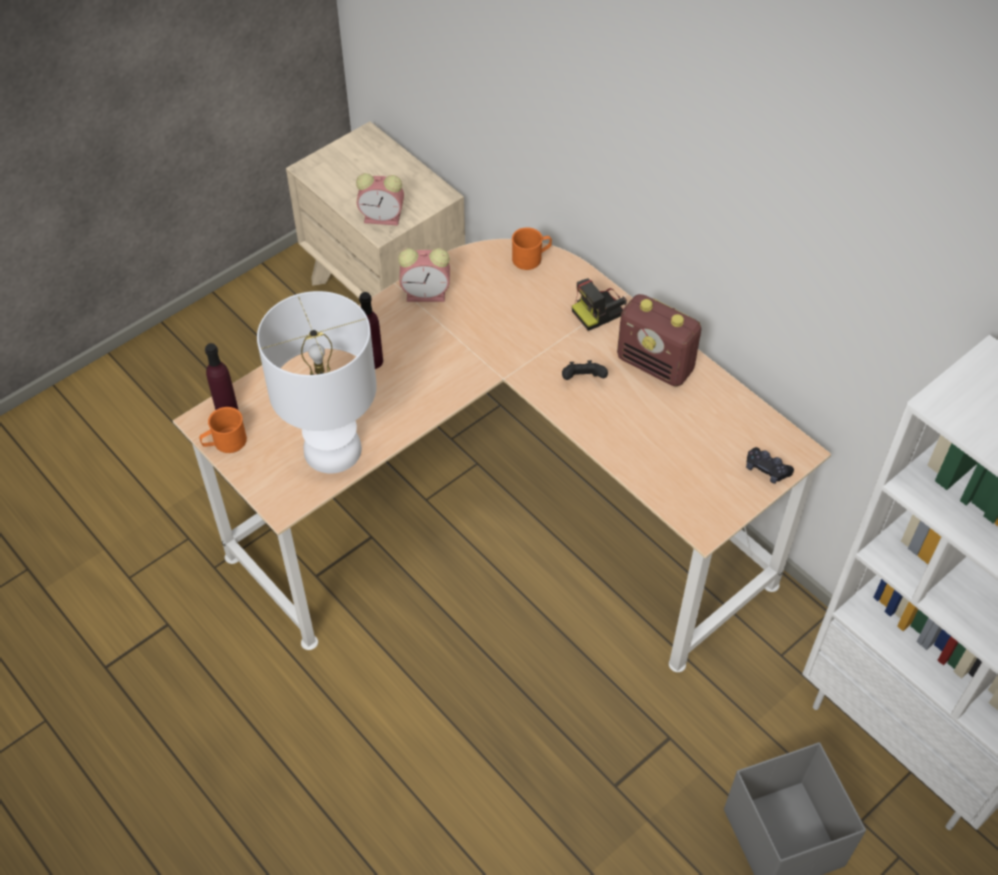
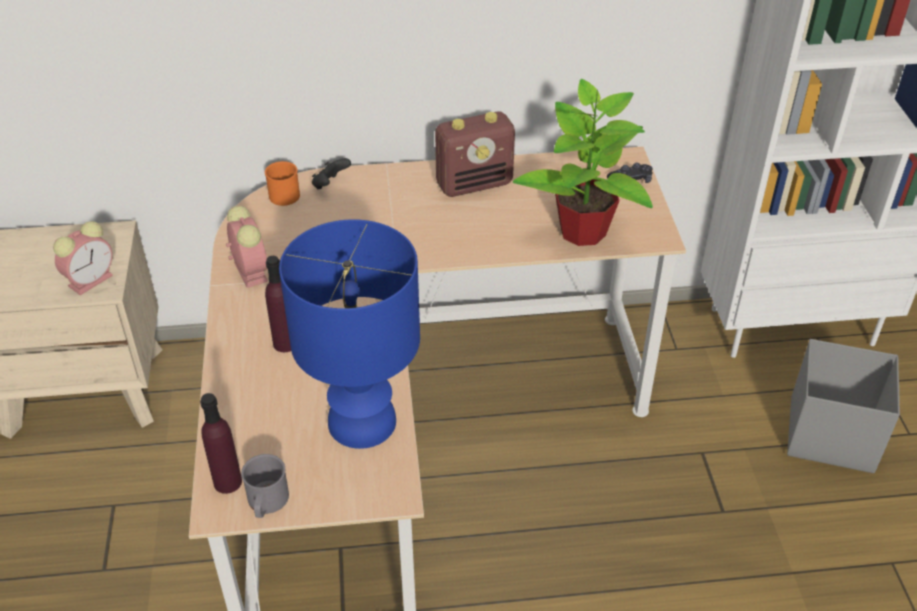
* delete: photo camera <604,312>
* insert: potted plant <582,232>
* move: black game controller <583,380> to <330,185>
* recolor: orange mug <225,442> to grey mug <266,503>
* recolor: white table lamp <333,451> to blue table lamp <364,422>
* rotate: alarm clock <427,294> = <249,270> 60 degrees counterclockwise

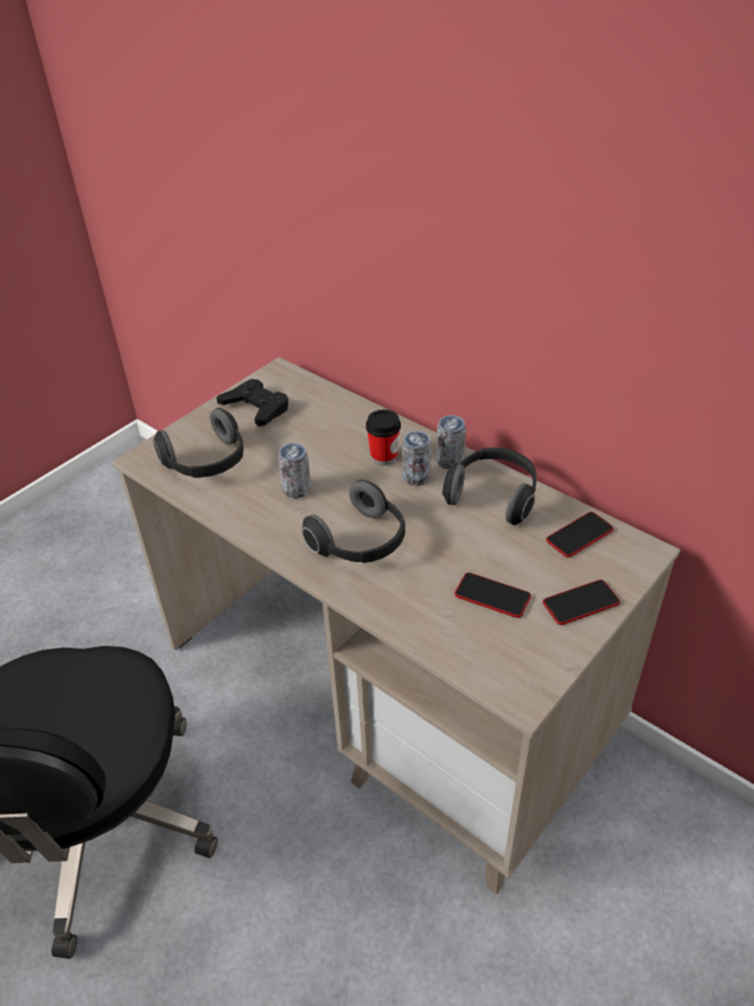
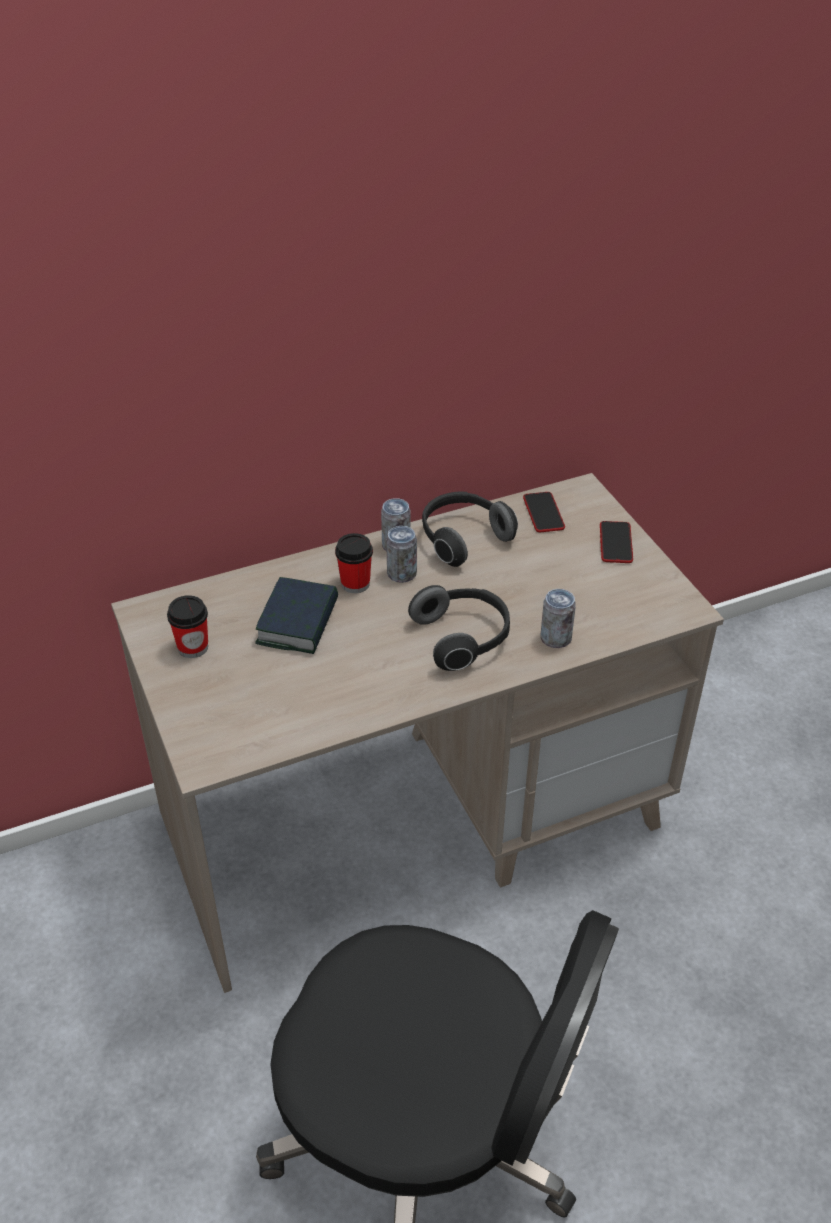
* delete: headphones <207,463>
* delete: phone <492,596>
* insert: book <298,622>
* move: can <297,489> to <555,638>
* replace: black game controller <256,408> to cup <193,647>

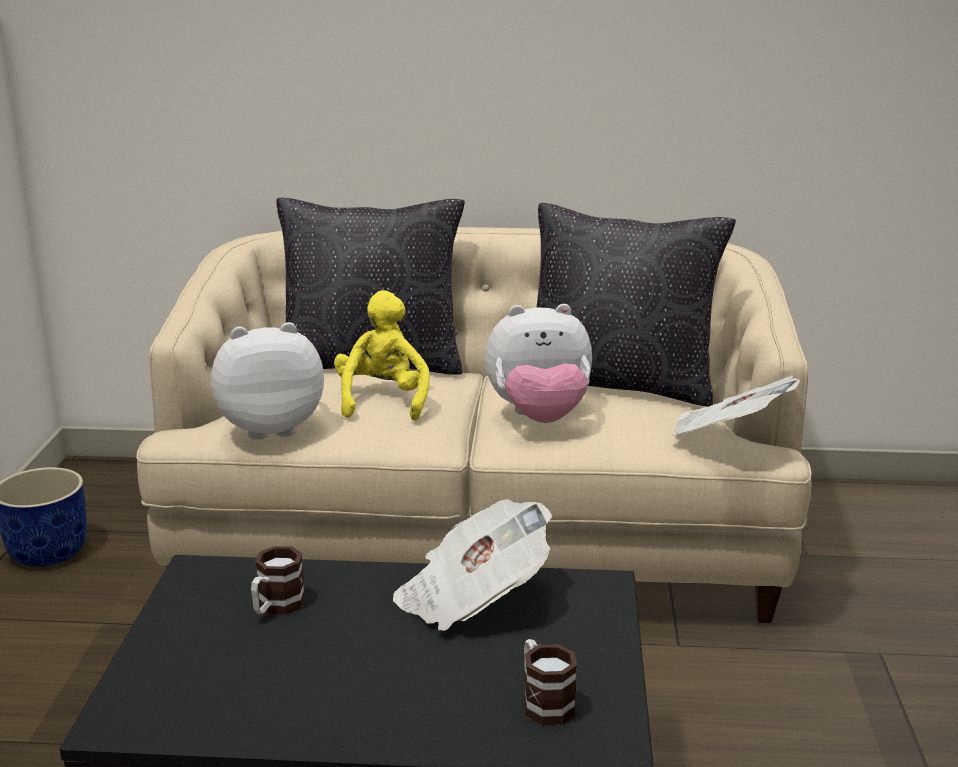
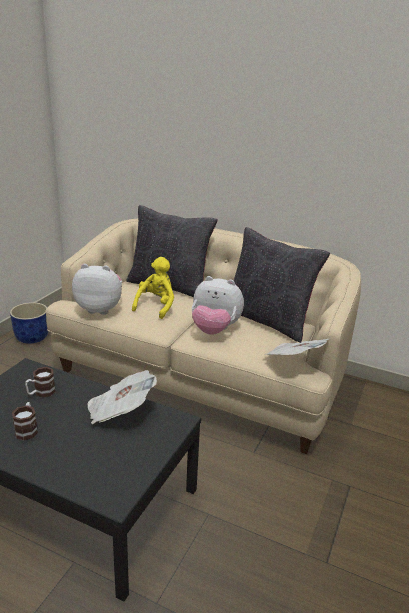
* move: mug <543,702> to <27,429>

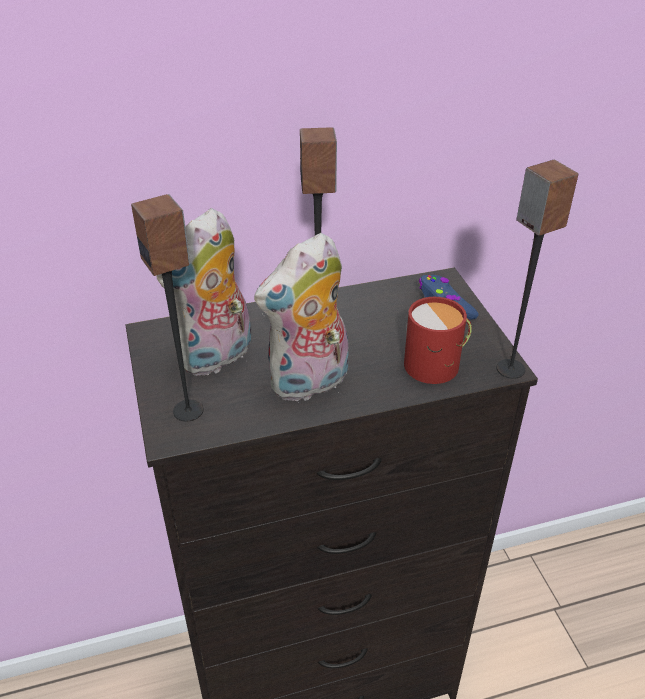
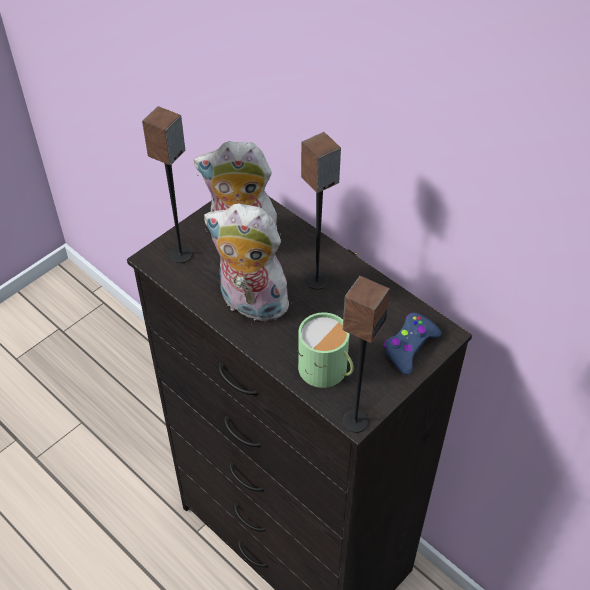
* recolor: red mug <437,364> to green mug <326,371>

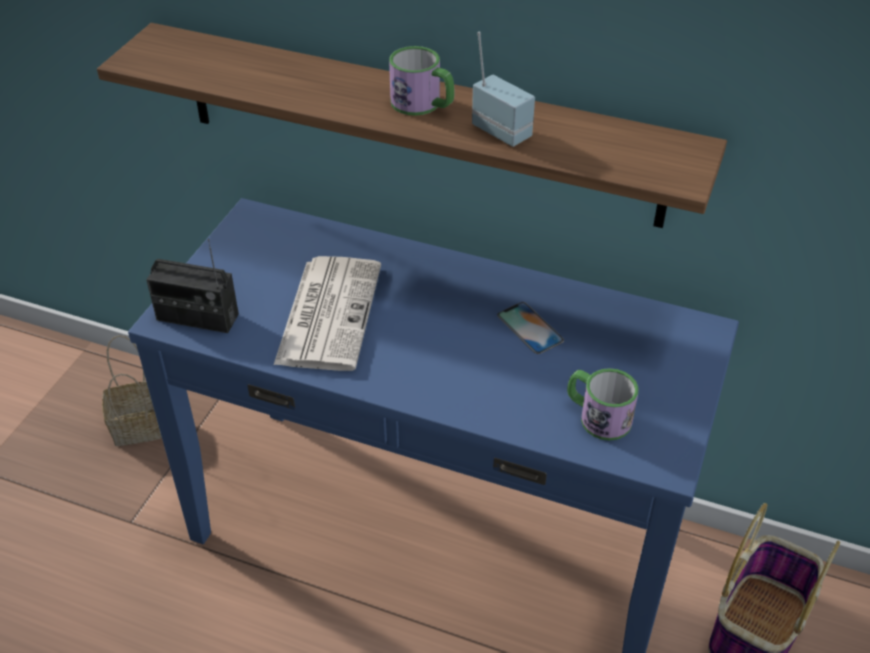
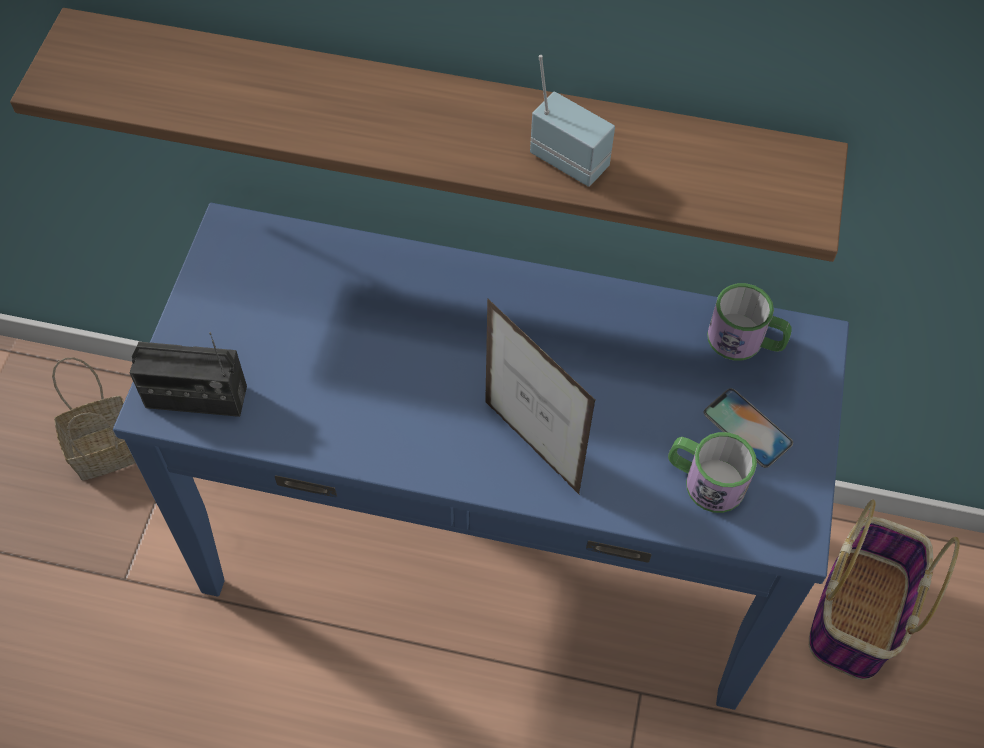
* delete: newspaper <328,312>
* insert: picture frame <531,447>
* move: mug <423,105> to <745,341>
* move: phone <530,328> to <747,428>

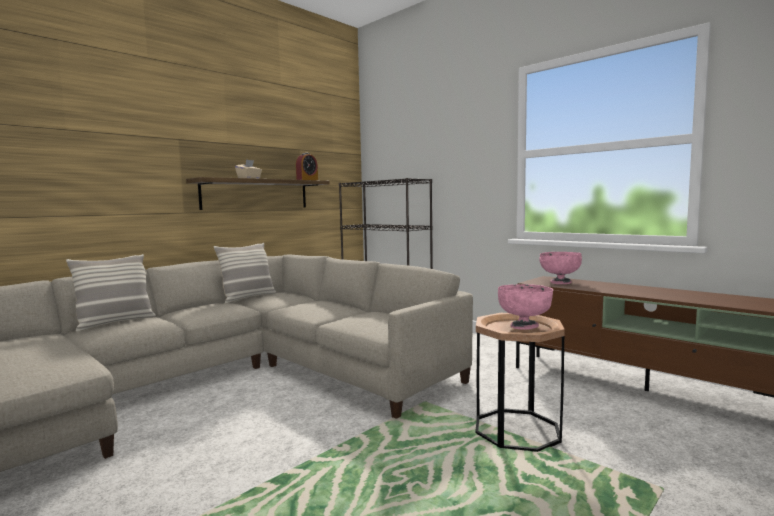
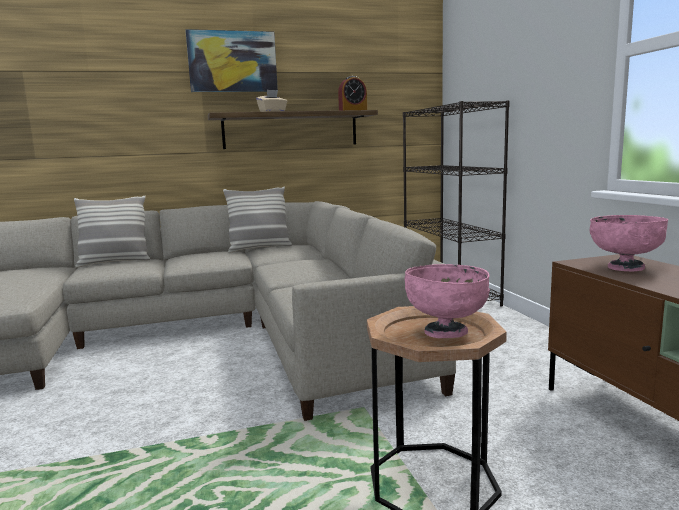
* insert: picture <232,62>

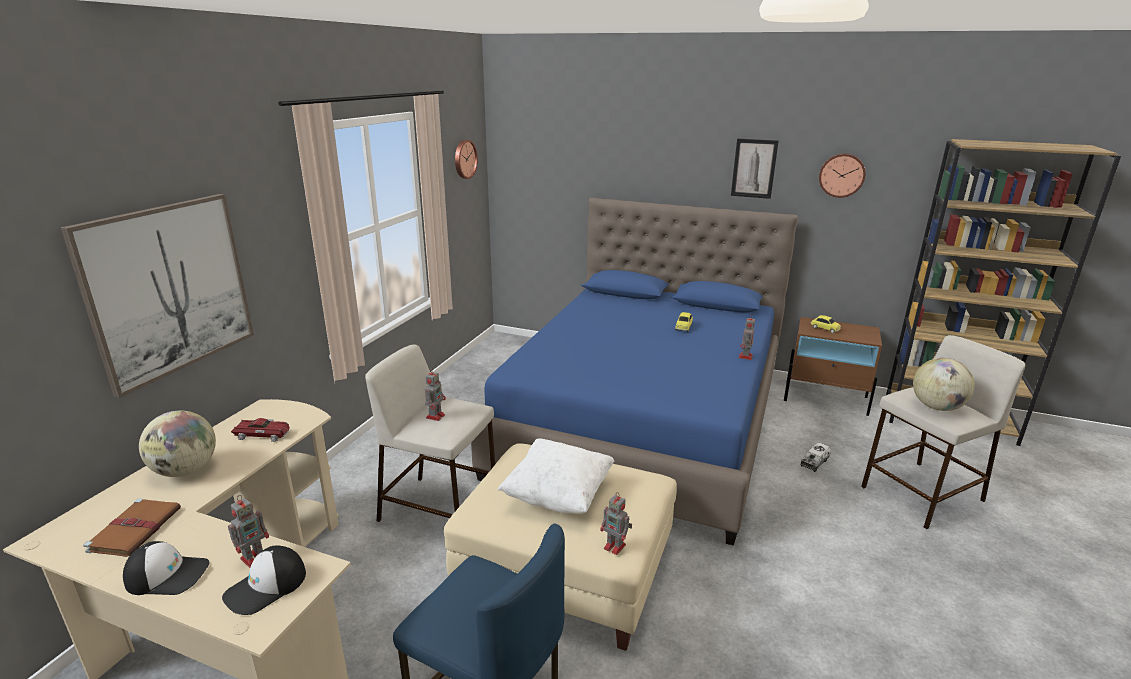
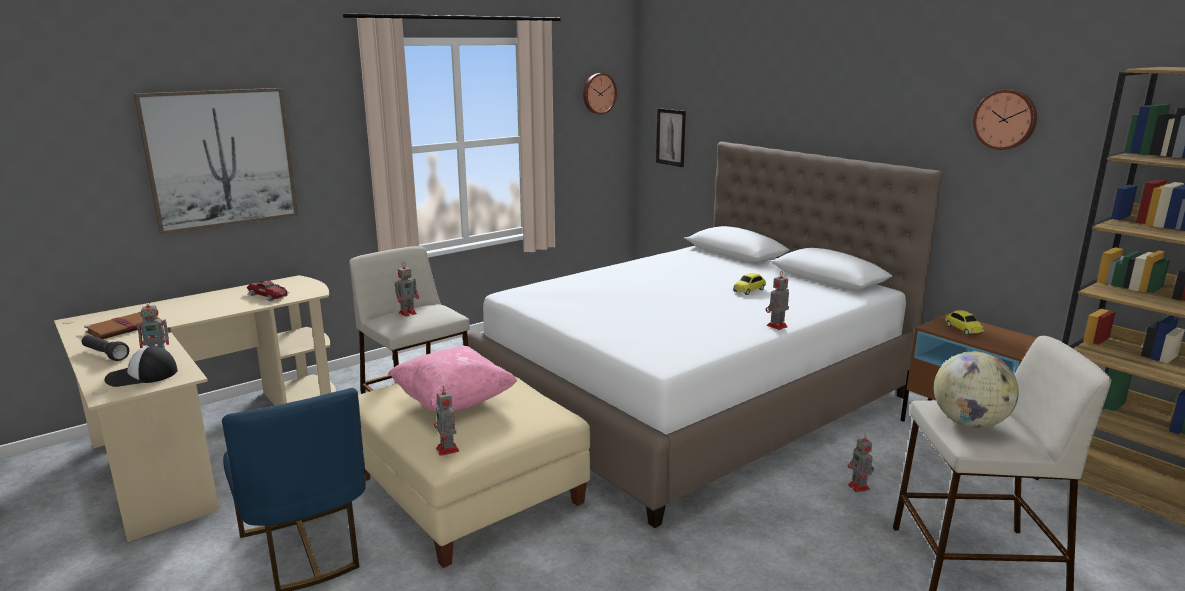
* delete: globe <185,470>
* move: picture <754,168> to <671,137>
* replace: cap <168,575> to black flashlight <105,355>
* replace: toy truck <814,462> to toy robot <859,487>
* recolor: blue bed <643,423> to white bed <693,400>
* recolor: white pillow <558,495> to pink pillow <453,401>

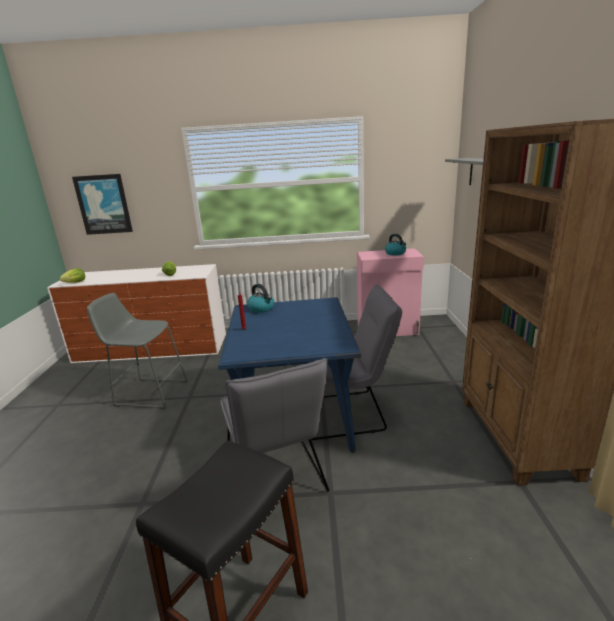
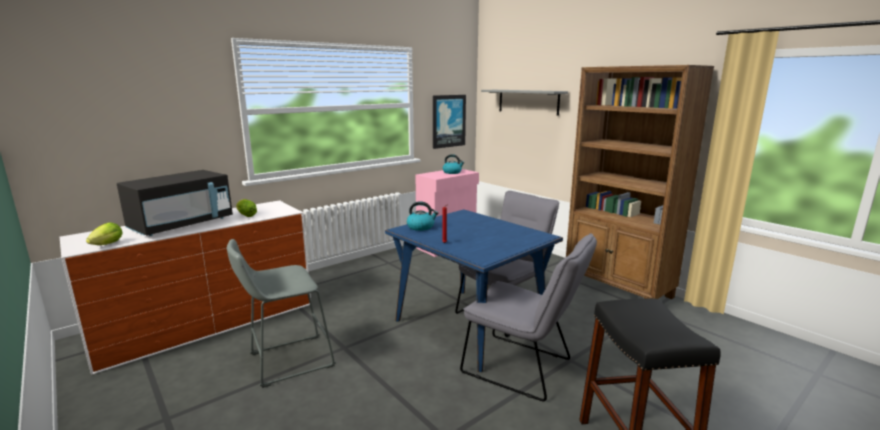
* insert: black microwave <182,225>
* move: picture <103,204> to <448,121>

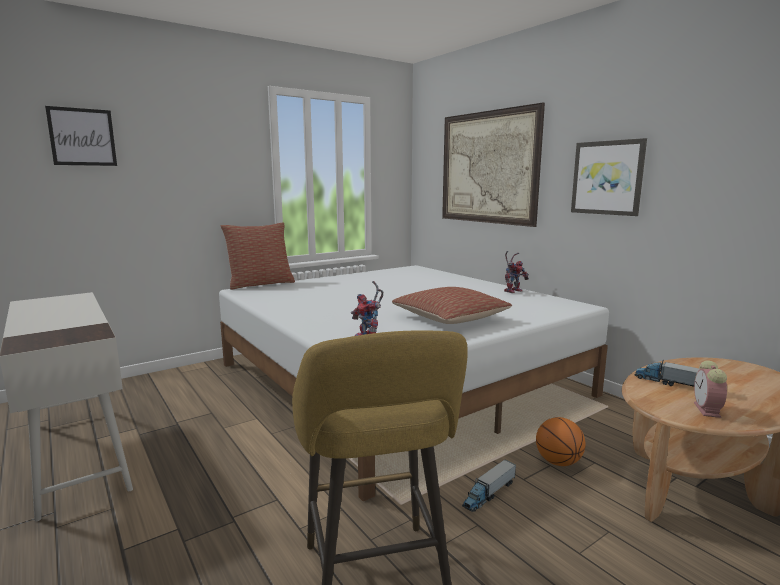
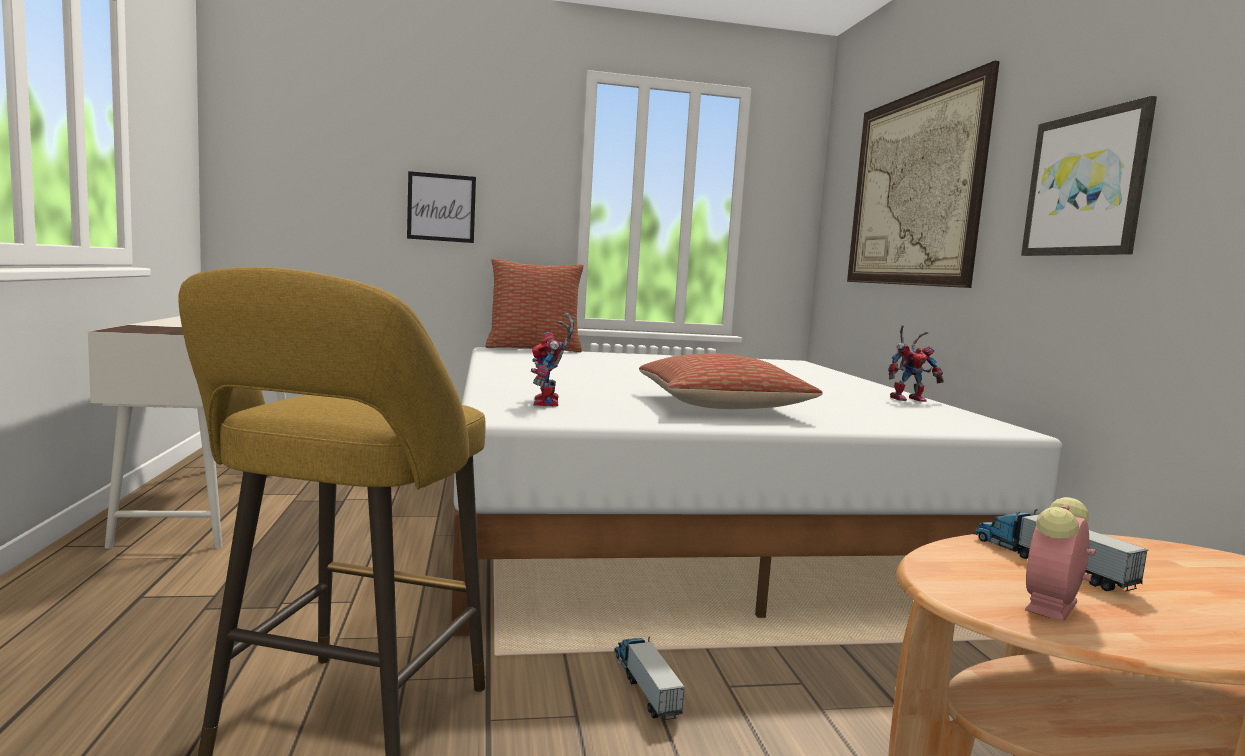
* delete: basketball <558,462>
* move: picture <82,137> to <441,207>
* rotate: toy truck <489,494> = <644,685> 90 degrees clockwise

